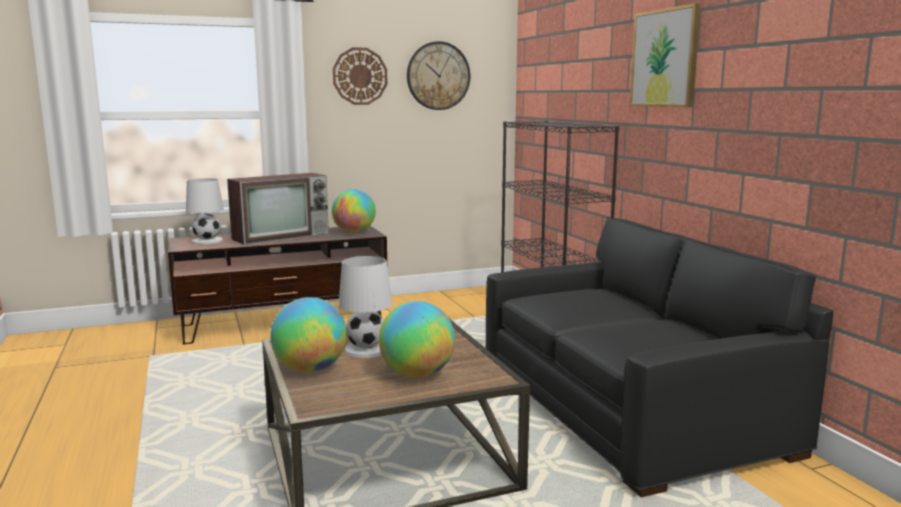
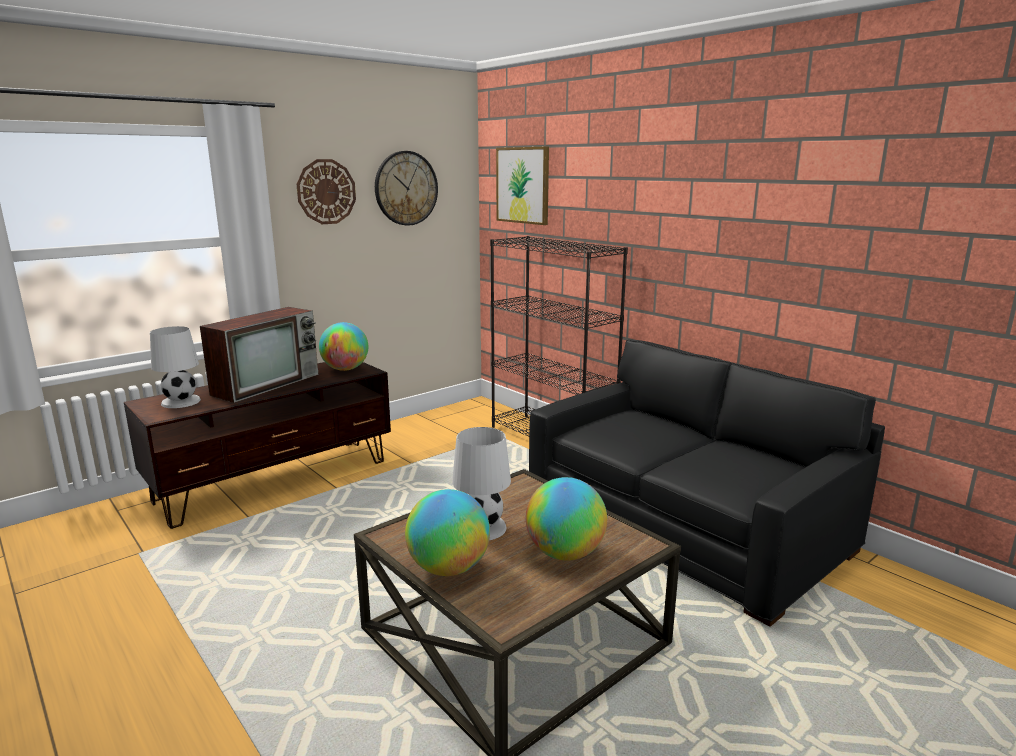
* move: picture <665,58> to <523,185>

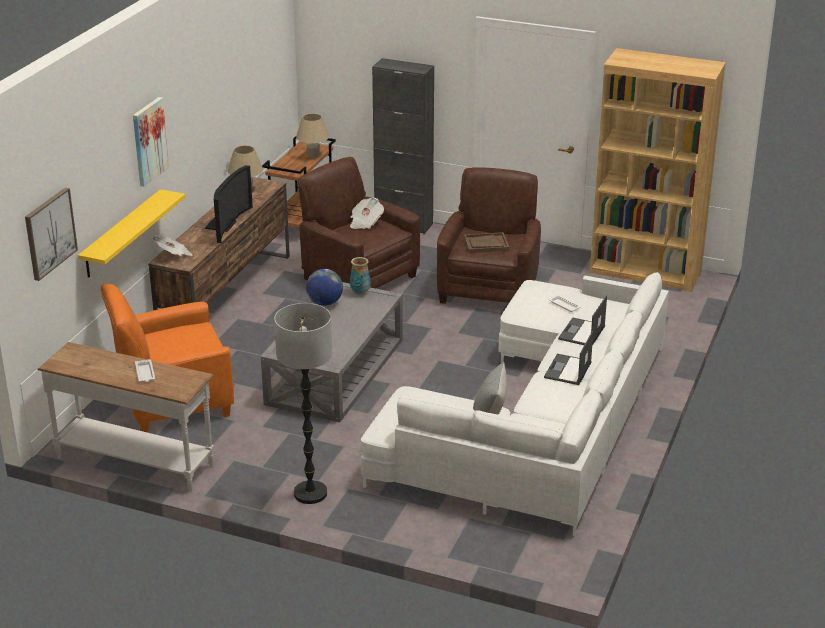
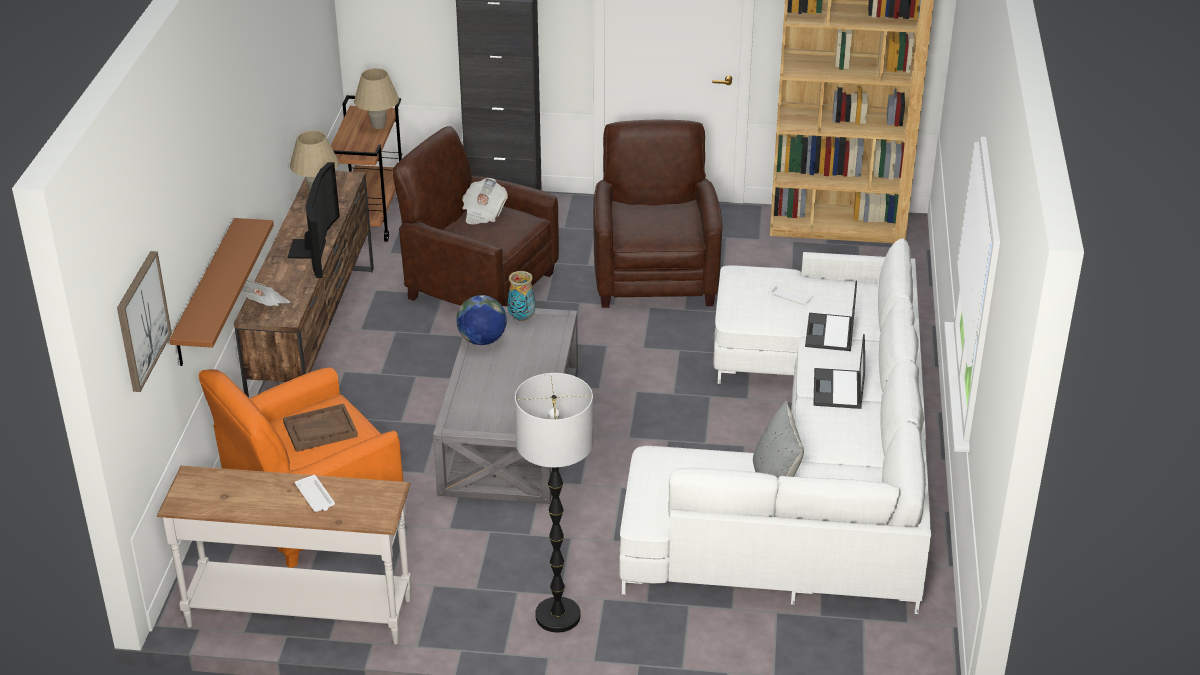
* delete: picture <149,141>
* move: brown tray <486,244> to <320,430>
* recolor: yellow shelf <122,234> to brown shelf <206,293>

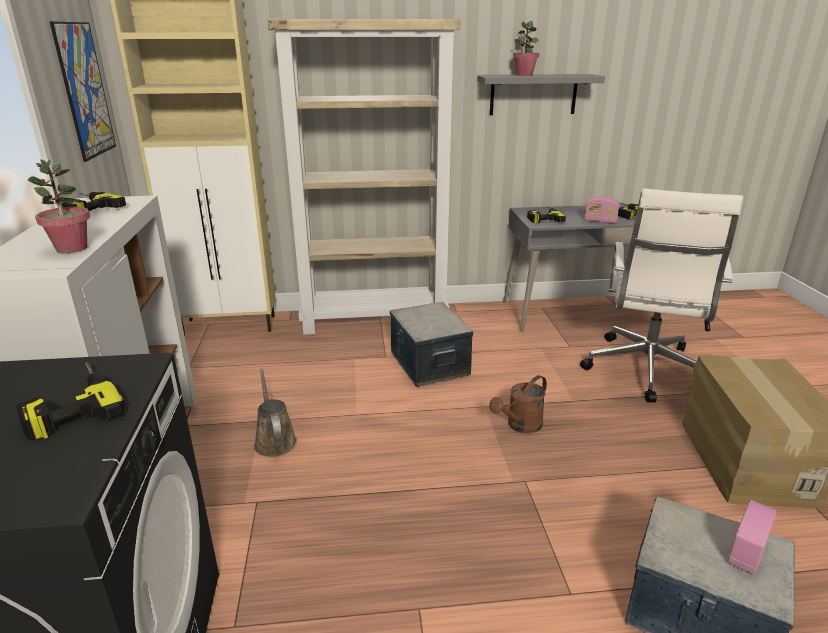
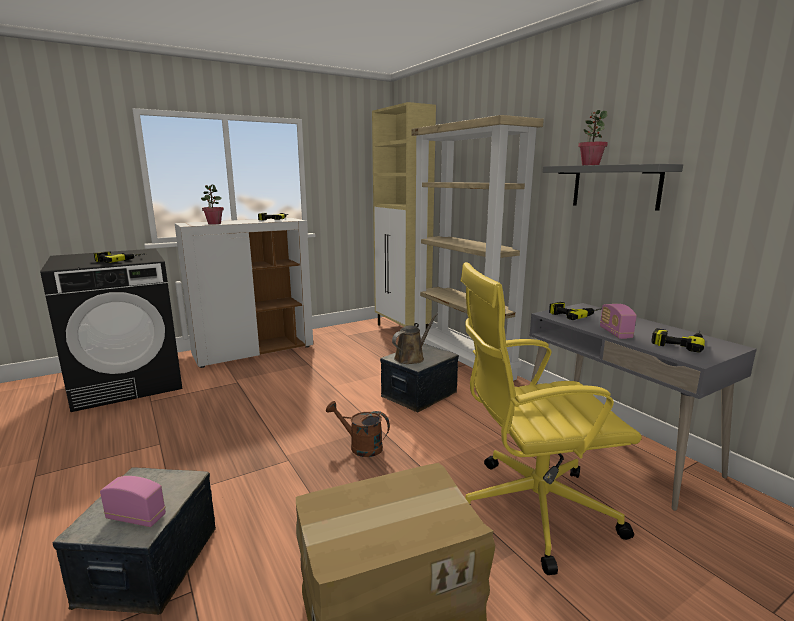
* delete: picture <85,90>
* move: brown watering can <274,440> to <411,357>
* recolor: white office chair <646,370> to yellow office chair <531,509>

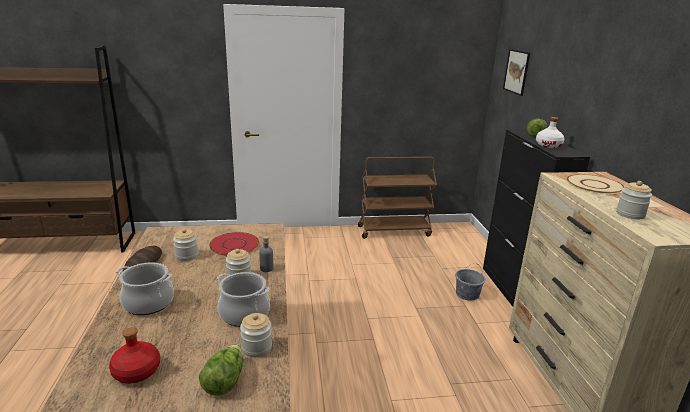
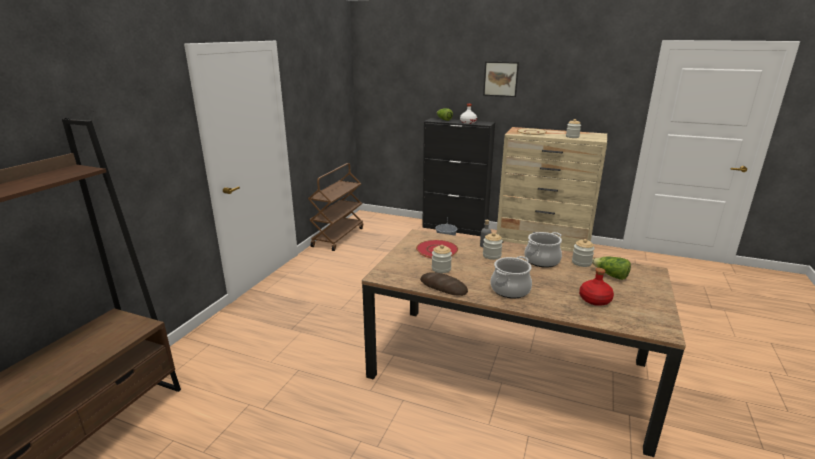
* move: picture <516,72> to <500,79>

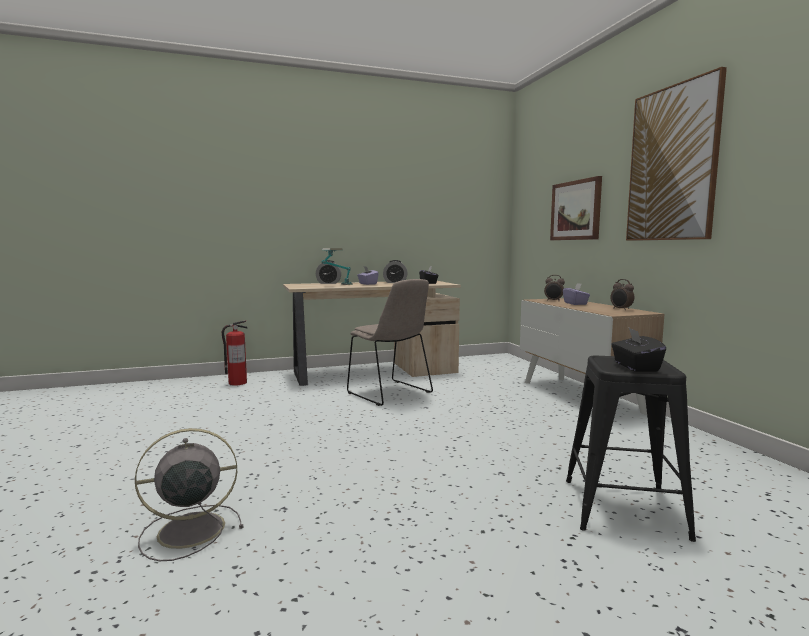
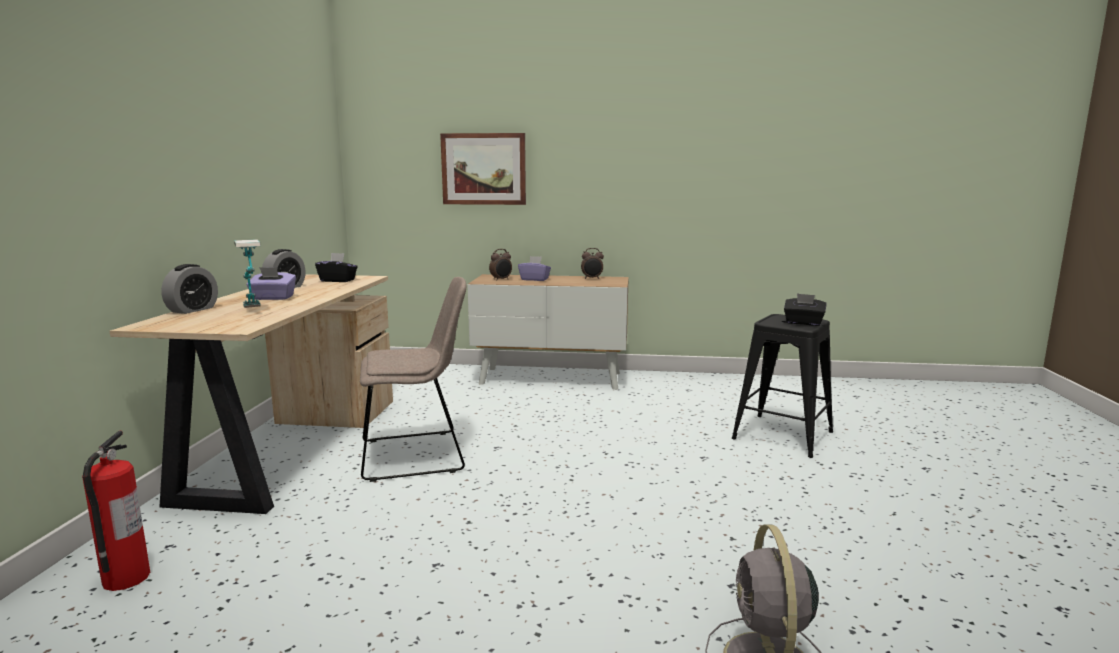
* delete: picture <672,164>

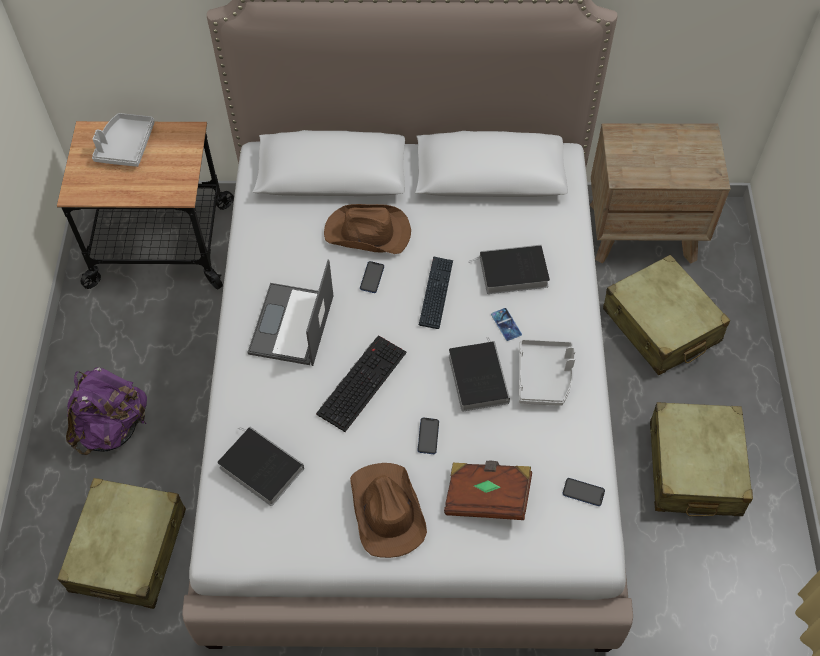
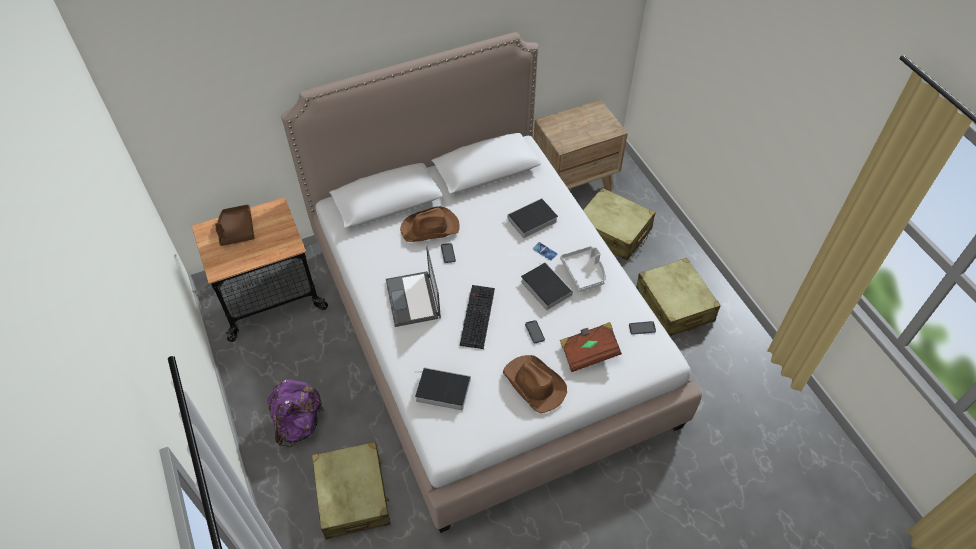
* delete: keyboard <436,293>
* recolor: grey tray <125,146> to brown tray <236,229>

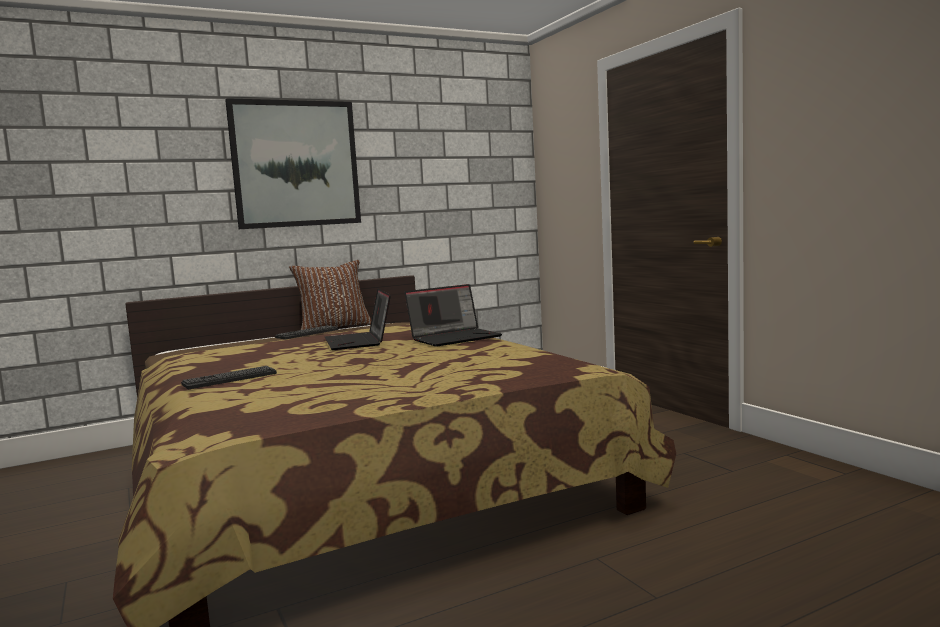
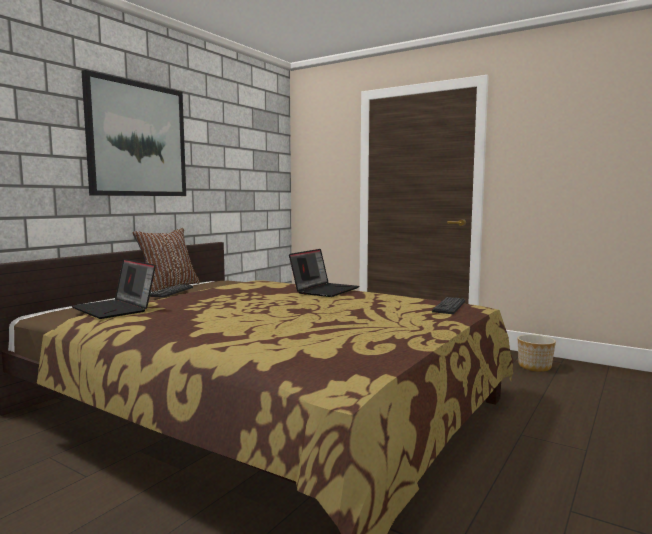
* insert: planter <534,367>
* move: keyboard <230,379> to <449,306>
* move: laptop <359,342> to <115,309>

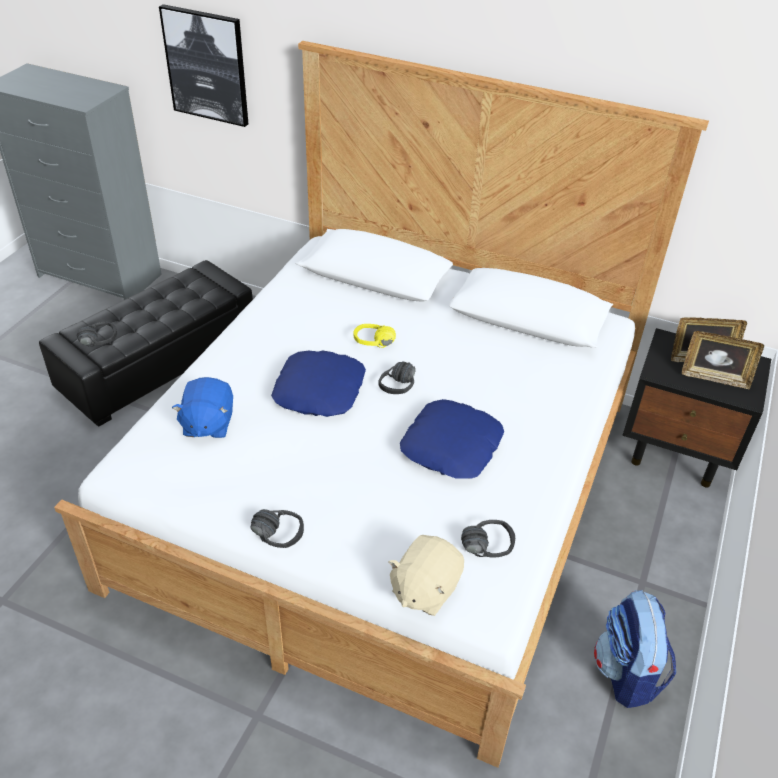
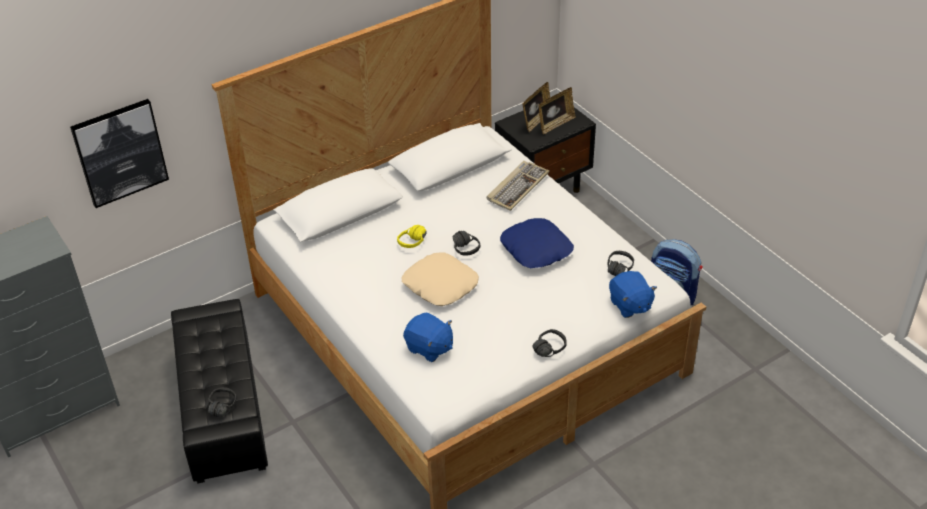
* insert: keyboard <517,187>
* recolor: blue pillow <318,391> to beige pillow <440,285>
* recolor: beige plush toy <424,589> to blue plush toy <630,305>

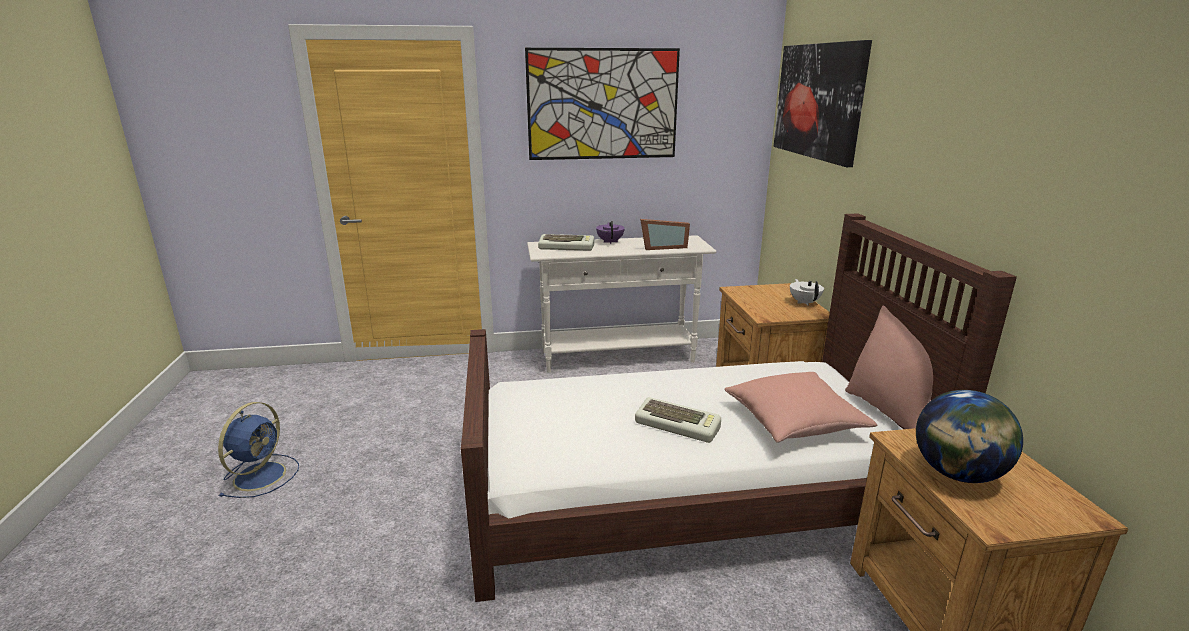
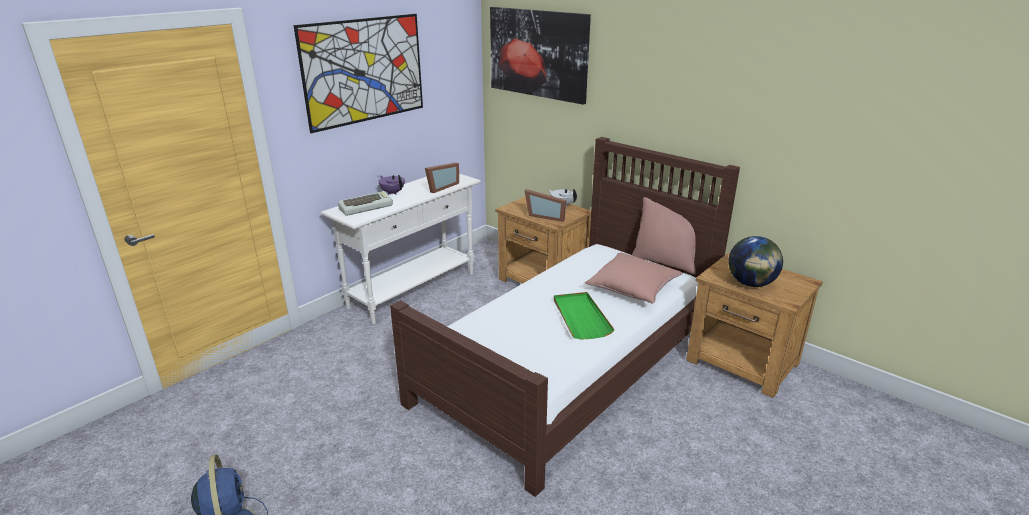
* insert: picture frame <546,216>
* replace: keyboard <678,425> to green tray <580,317>

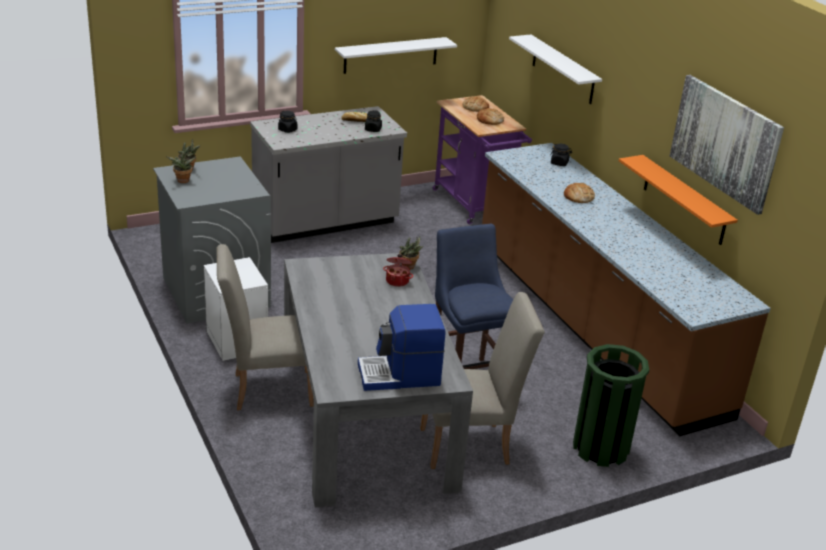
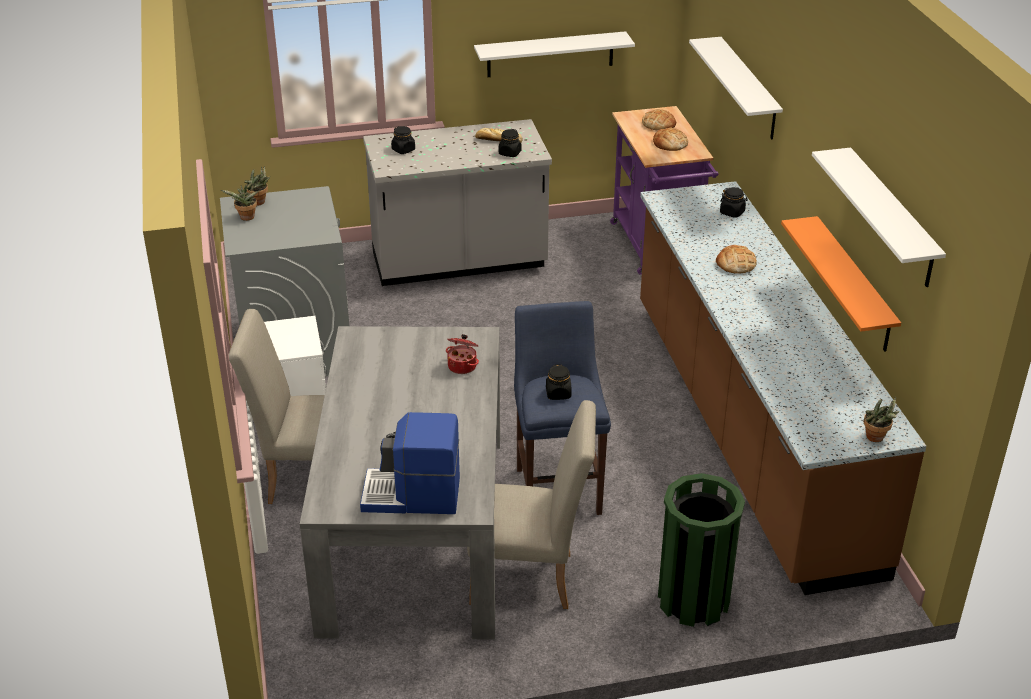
* insert: black jar <558,393>
* move: potted plant <409,267> to <877,438>
* replace: picture <725,142> to white shelf <891,218>

